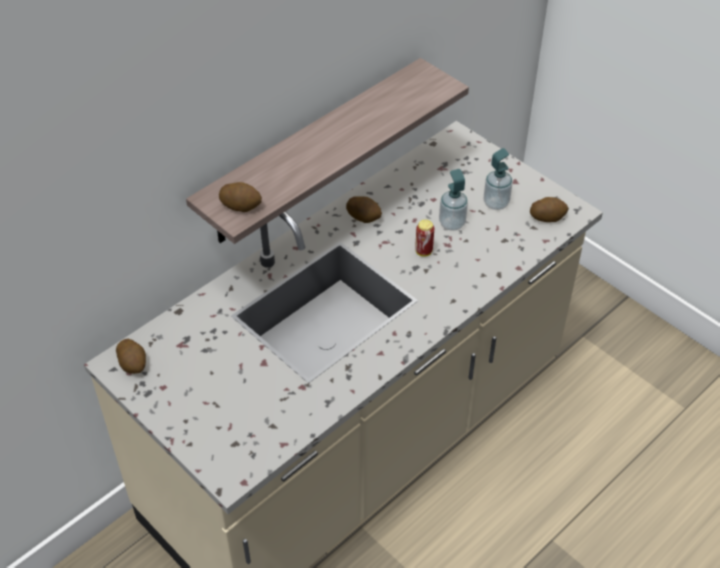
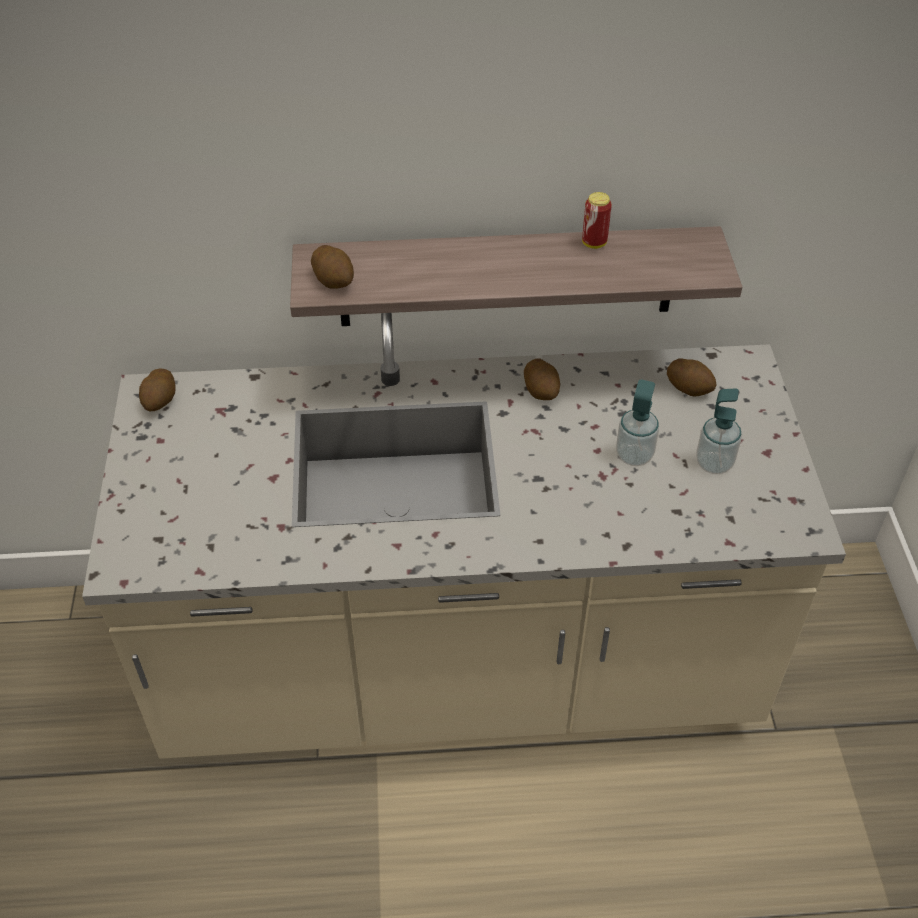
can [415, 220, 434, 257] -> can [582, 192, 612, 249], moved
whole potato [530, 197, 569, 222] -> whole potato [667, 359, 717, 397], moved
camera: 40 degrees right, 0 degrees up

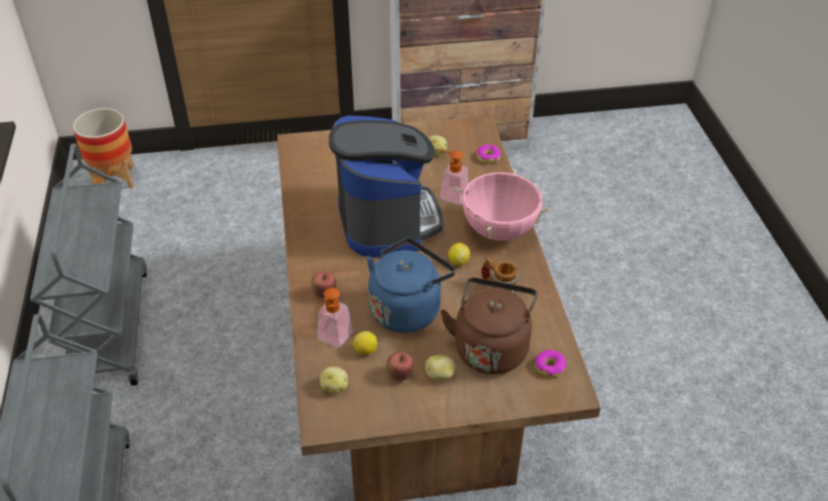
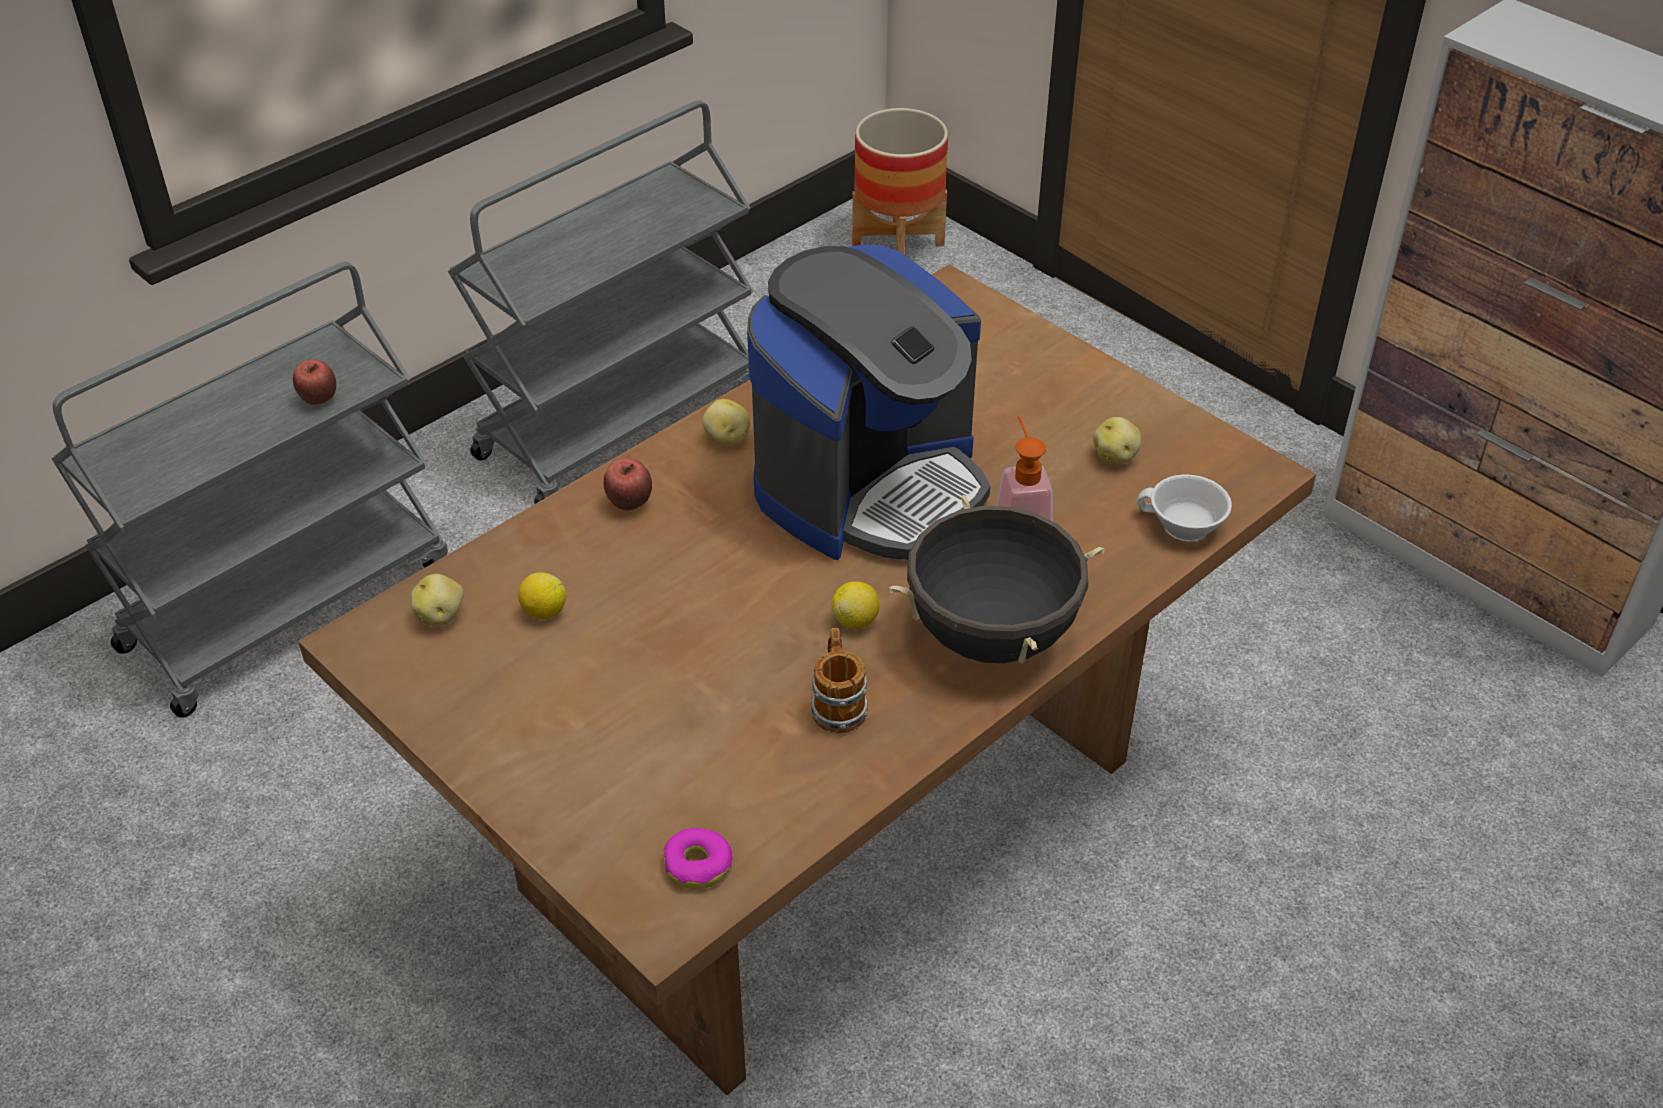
soap bottle [317, 288, 353, 348] -> none
water kettle in blue [366, 238, 455, 333] -> none
water kettle in brownish [440, 278, 537, 374] -> none
apple [386, 352, 414, 380] -> apple [293, 359, 336, 405], moved
whole potato [425, 355, 455, 380] -> whole potato [702, 399, 750, 445], moved
donut [476, 144, 501, 163] -> drinking cup in white-coloured [1137, 474, 1232, 542]
cooking pot in pink [454, 169, 552, 241] -> cooking pot in blackish [889, 495, 1104, 664]
camera: 55 degrees right, 0 degrees up

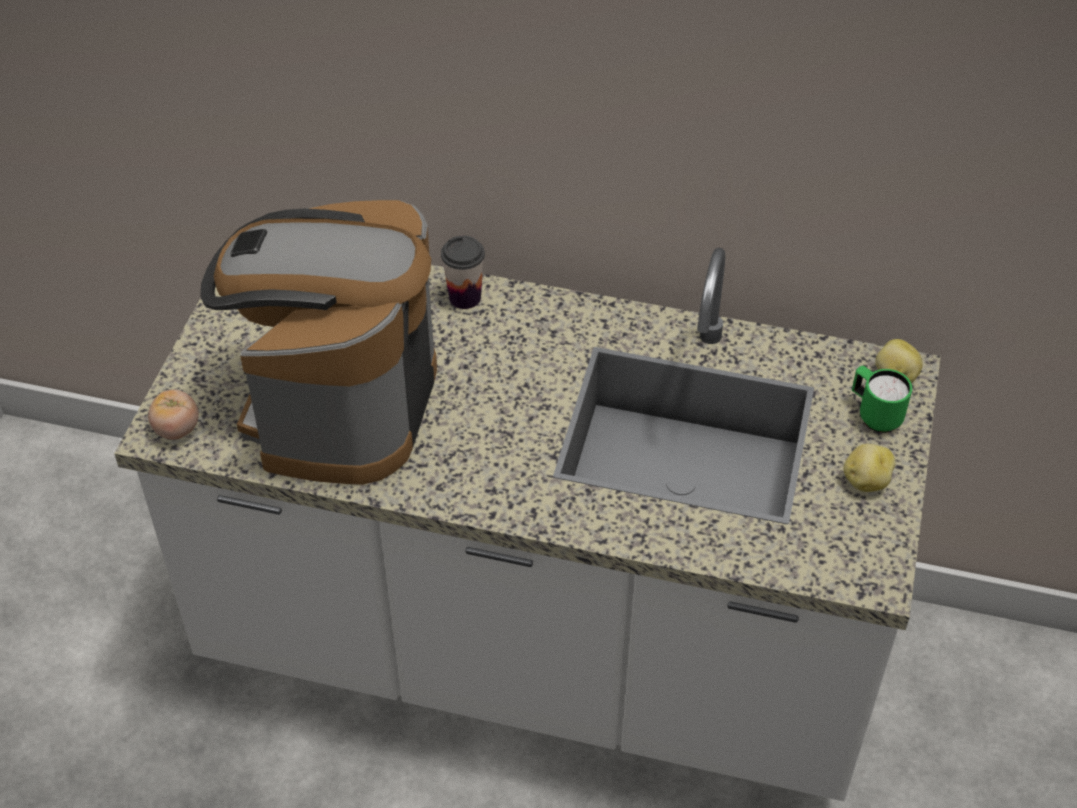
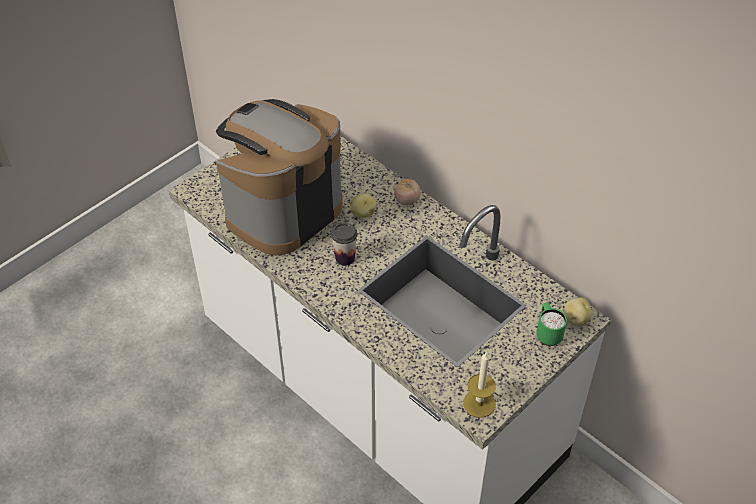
none -> wax candle [463, 353, 496, 418]
whole tomato [148, 389, 199, 440] -> whole tomato [394, 179, 421, 205], moved
drinking cup [441, 236, 485, 309] -> drinking cup [331, 223, 357, 266], moved
whole potato [843, 444, 896, 492] -> whole potato [350, 193, 377, 218], moved
camera: 30 degrees right, 0 degrees up

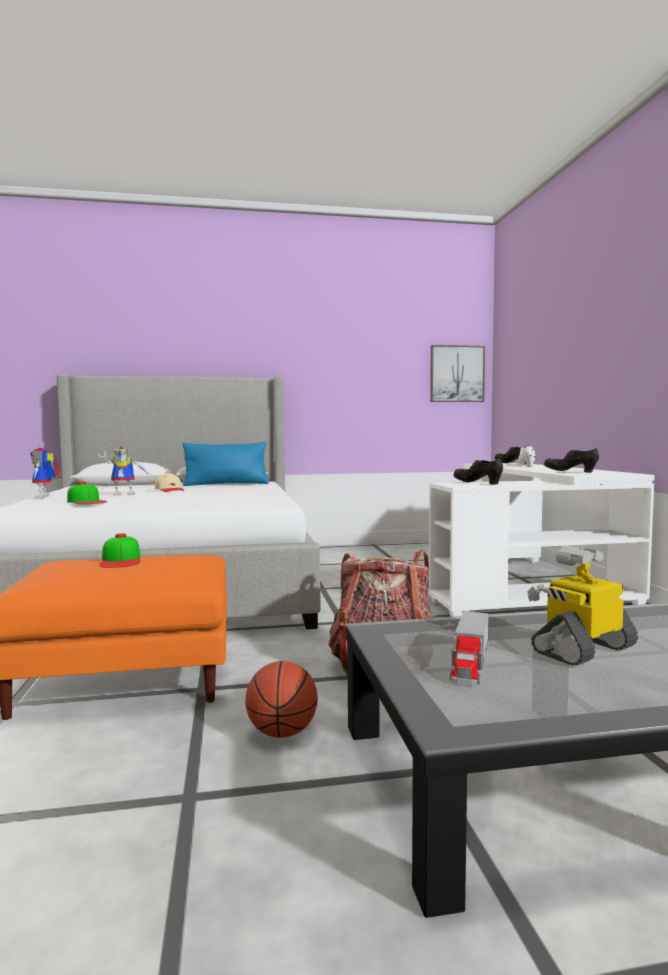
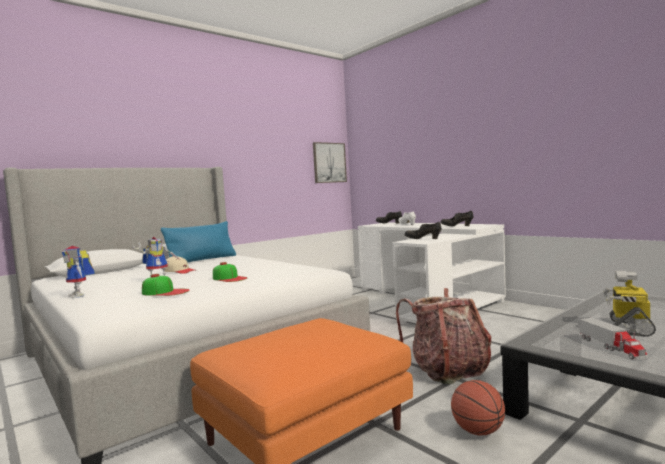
cap [99, 533, 141, 568] -> cap [213, 262, 247, 282], moved
camera: 30 degrees left, 0 degrees up

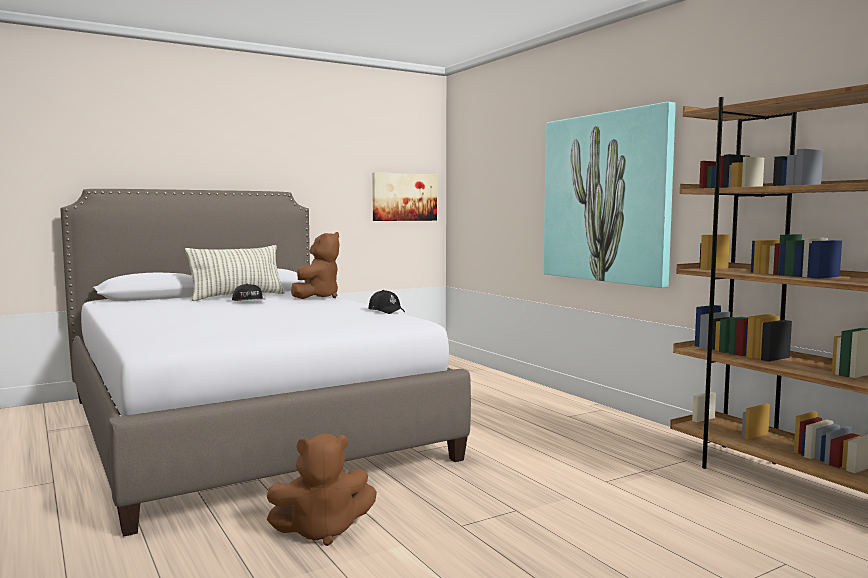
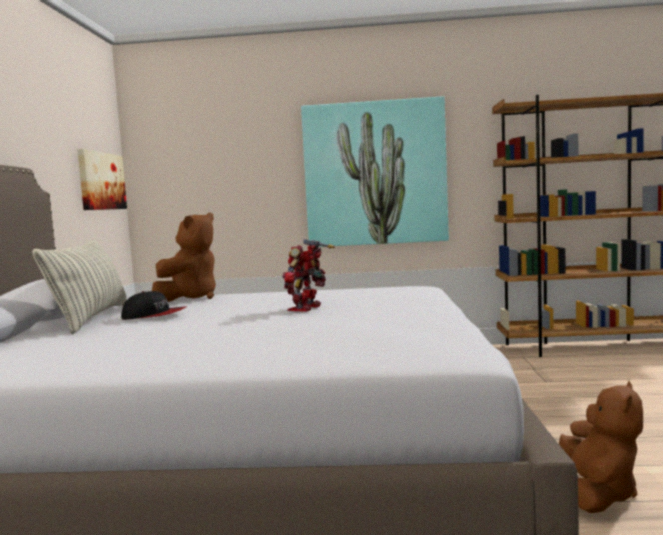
cap in blackish [369, 290, 405, 314] -> none
none -> toy robot [282, 239, 334, 312]
plush toy in brownish [291, 232, 339, 299] -> plush toy in brownish [152, 212, 216, 302], 60 degrees clockwise
camera: 55 degrees left, 0 degrees up

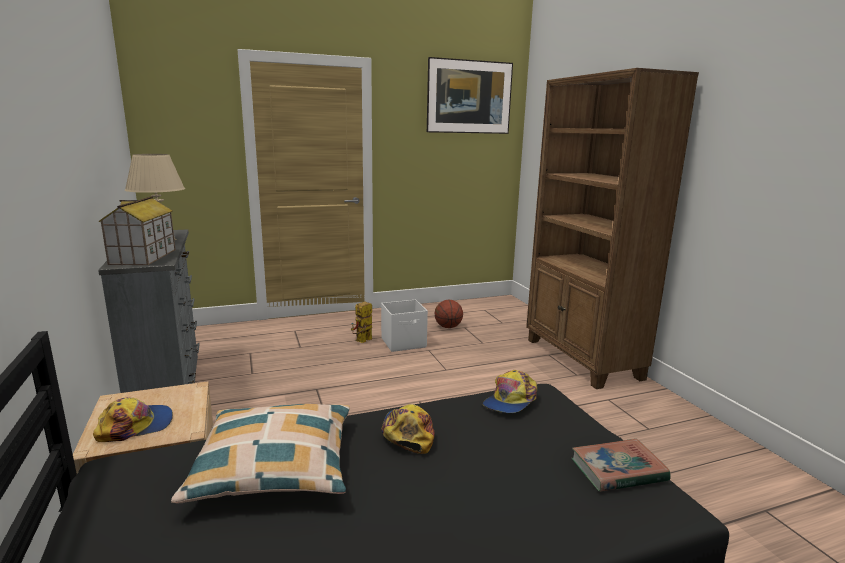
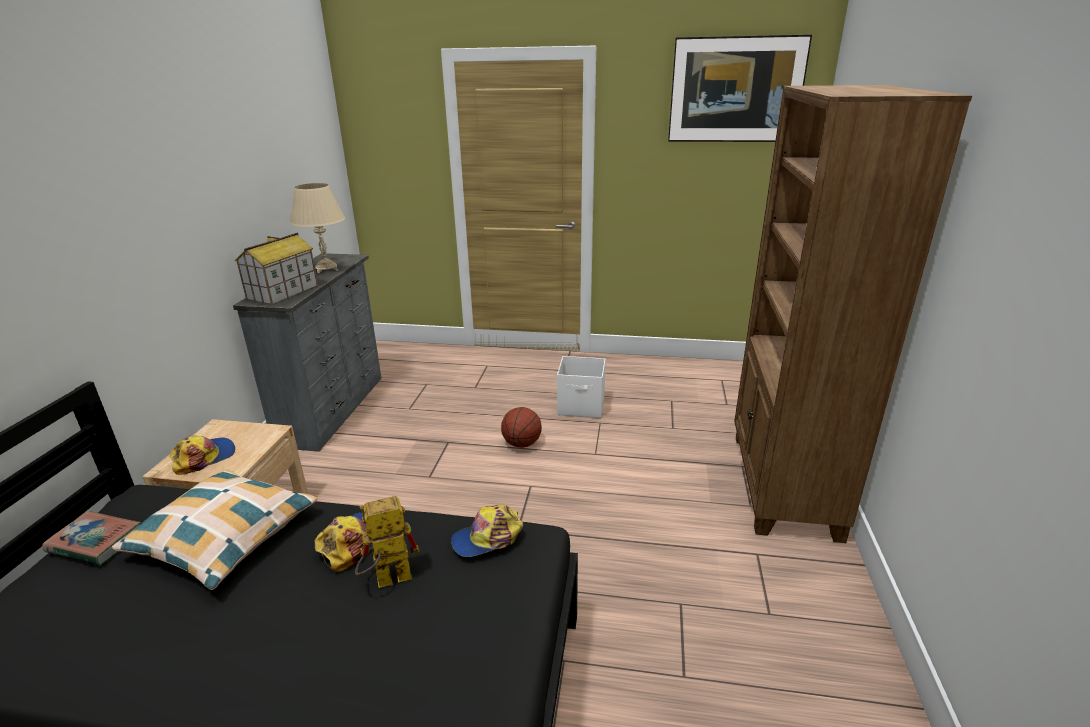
toy robot [351, 302, 372, 343] -> toy robot [355, 496, 420, 588], moved
basketball ball [435, 300, 463, 328] -> basketball ball [501, 407, 542, 448], moved
volume [571, 439, 671, 492] -> volume [42, 511, 141, 565], moved
cap [93, 397, 173, 442] -> cap [170, 435, 235, 475], 45 degrees counterclockwise
camera: 30 degrees right, 10 degrees up

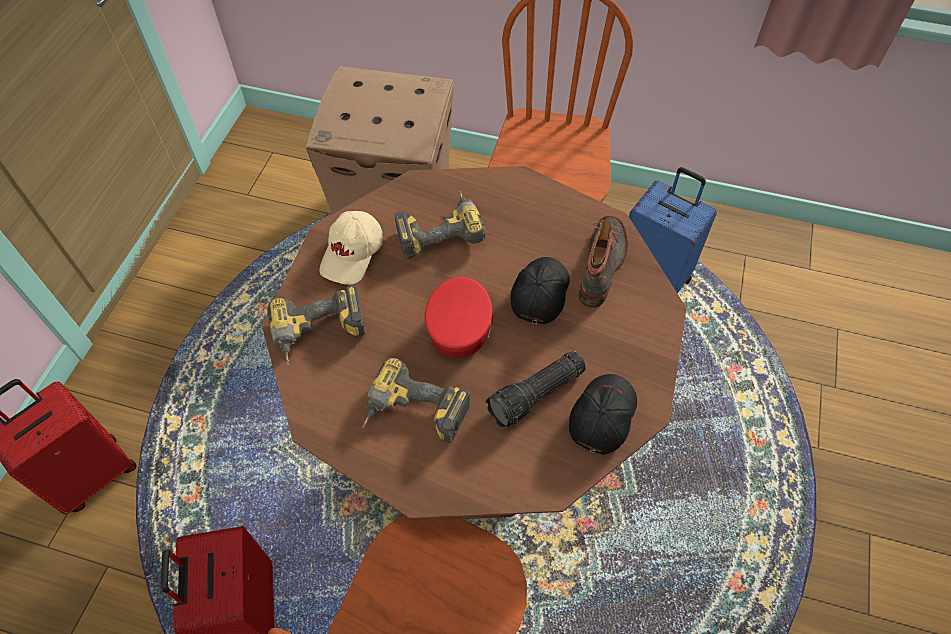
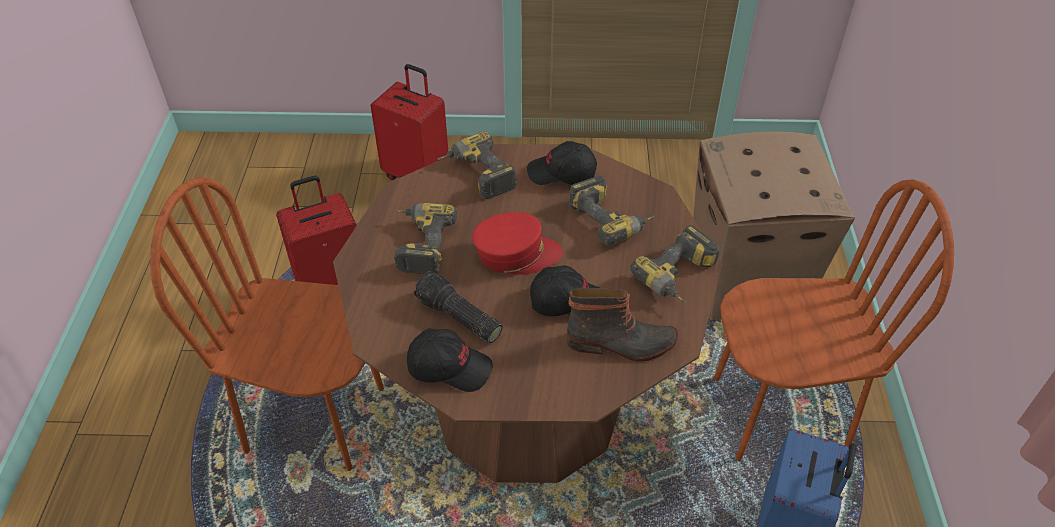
none -> power drill [630, 225, 720, 303]
cap in beige-coloured [319, 211, 383, 285] -> cap in blackish [527, 141, 597, 185]
camera: 75 degrees right, 10 degrees down

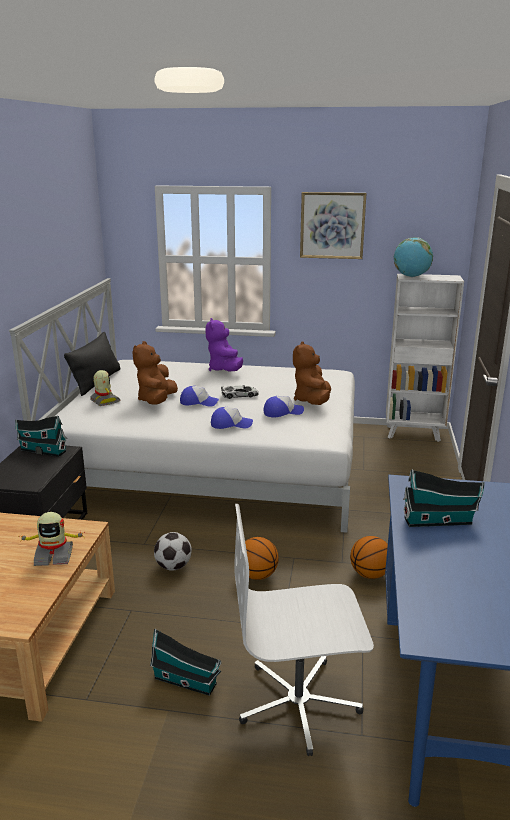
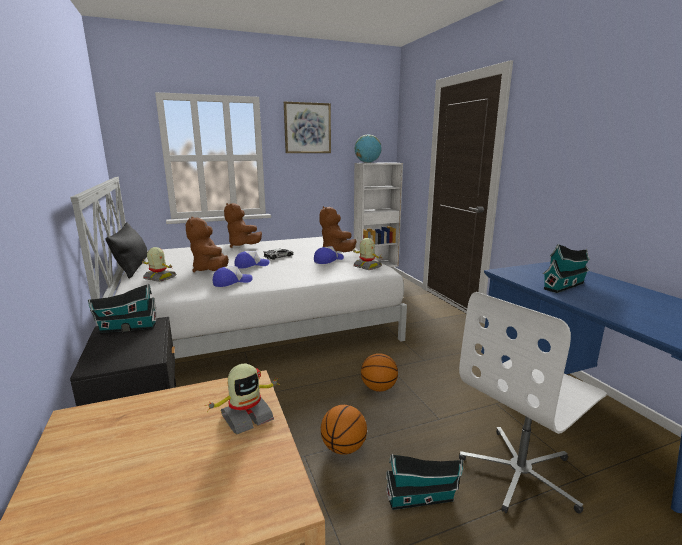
football ball [154, 532, 192, 571] -> none
none -> toy robot [353, 238, 383, 270]
cap [211, 407, 253, 429] -> cap [213, 266, 252, 287], moved
basketball ball [350, 536, 388, 579] -> basketball ball [321, 405, 367, 455], moved
plush toy in purple [205, 318, 243, 372] -> plush toy in brownish [224, 203, 262, 248]
camera: 30 degrees left, 5 degrees down

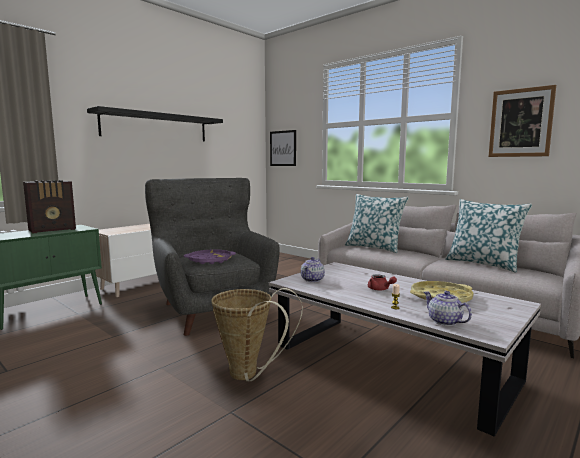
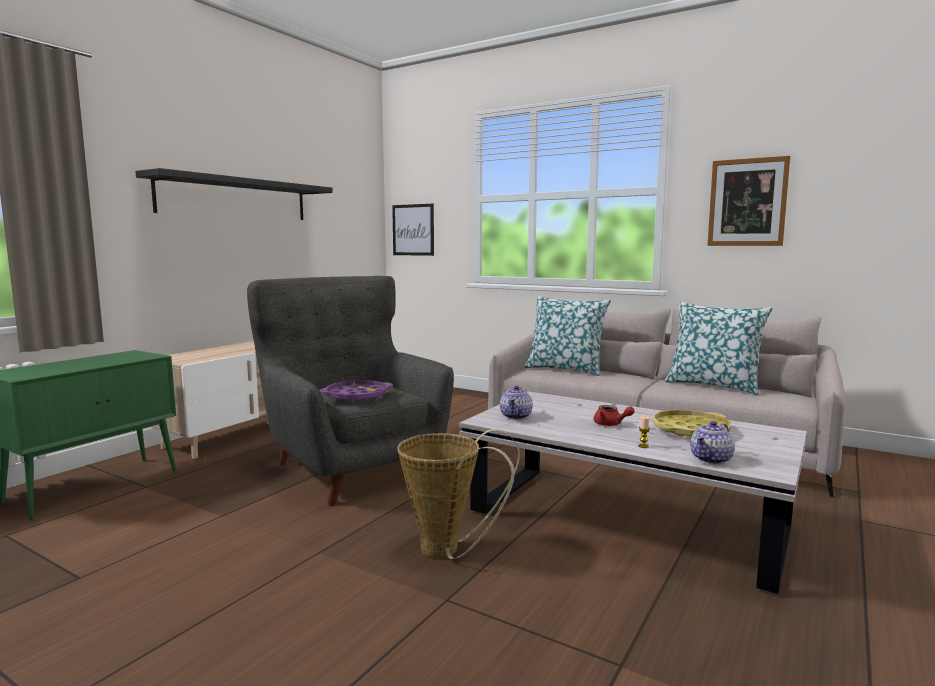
radio receiver [23, 180, 76, 234] -> none
pot for tea [424, 291, 472, 326] -> pot for tea [691, 421, 735, 464], 90 degrees counterclockwise
camera: 10 degrees left, 0 degrees up

